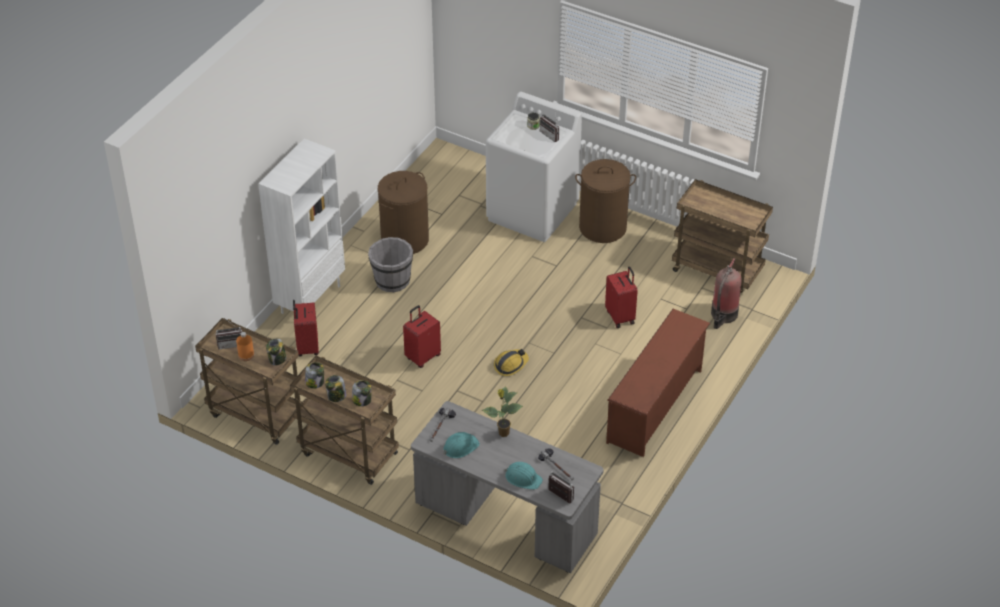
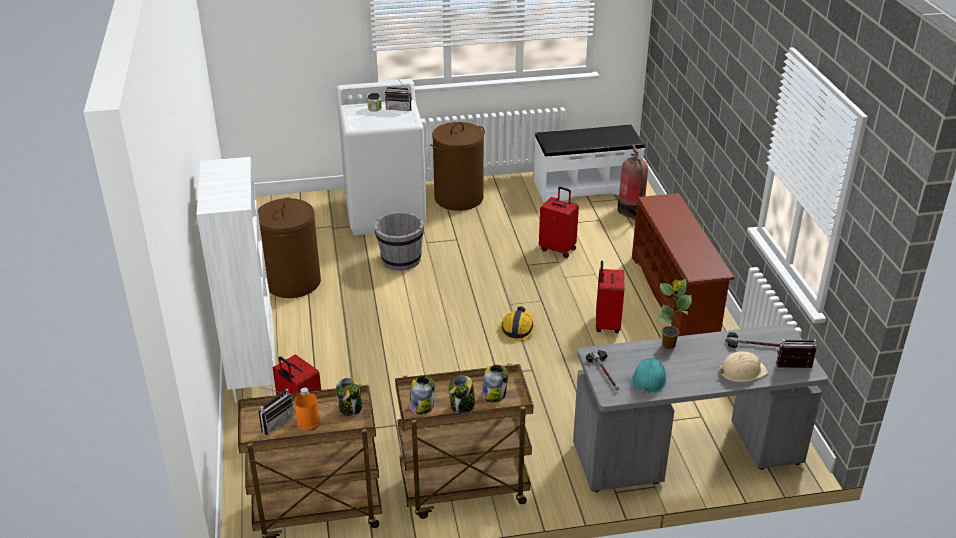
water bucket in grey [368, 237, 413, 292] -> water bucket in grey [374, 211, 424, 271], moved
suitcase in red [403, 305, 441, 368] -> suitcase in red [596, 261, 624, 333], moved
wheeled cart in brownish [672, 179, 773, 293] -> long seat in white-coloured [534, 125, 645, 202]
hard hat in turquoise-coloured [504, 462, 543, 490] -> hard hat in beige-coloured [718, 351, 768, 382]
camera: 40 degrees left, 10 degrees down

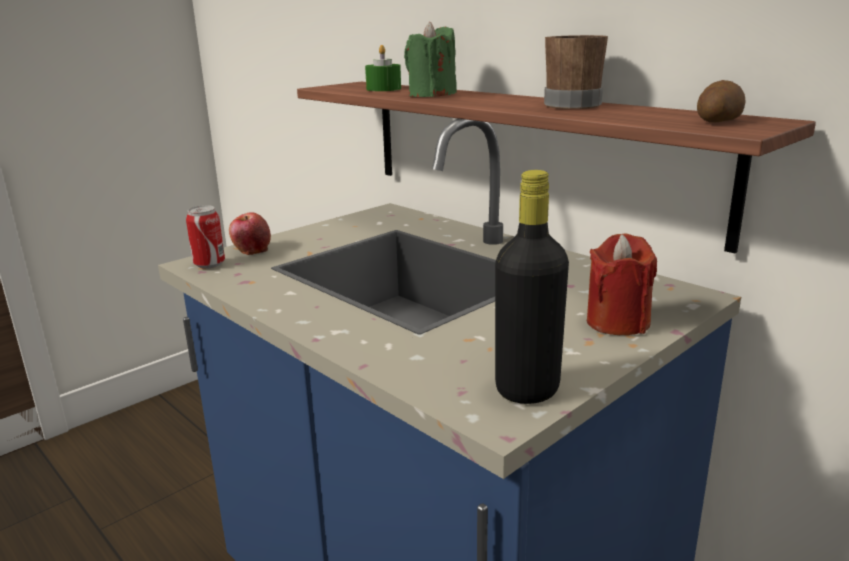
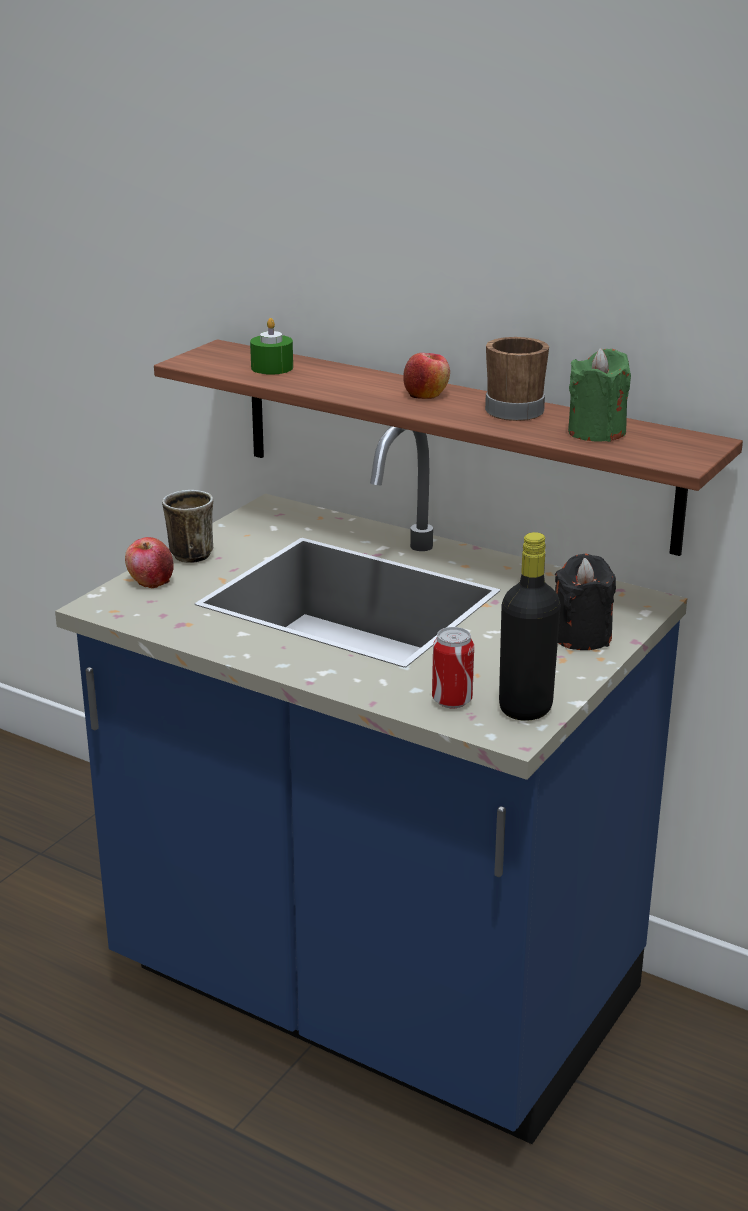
whole potato [697, 80, 746, 123] -> none
none -> coffee mug [162, 490, 213, 563]
none -> apple [403, 353, 450, 399]
can [186, 205, 225, 269] -> can [432, 627, 474, 708], moved
wax candle in green-coloured [404, 22, 457, 97] -> wax candle in green-coloured [568, 348, 631, 442], moved
wax candle in red [587, 233, 657, 335] -> wax candle in blackish [555, 554, 616, 650]
camera: 15 degrees left, 5 degrees up

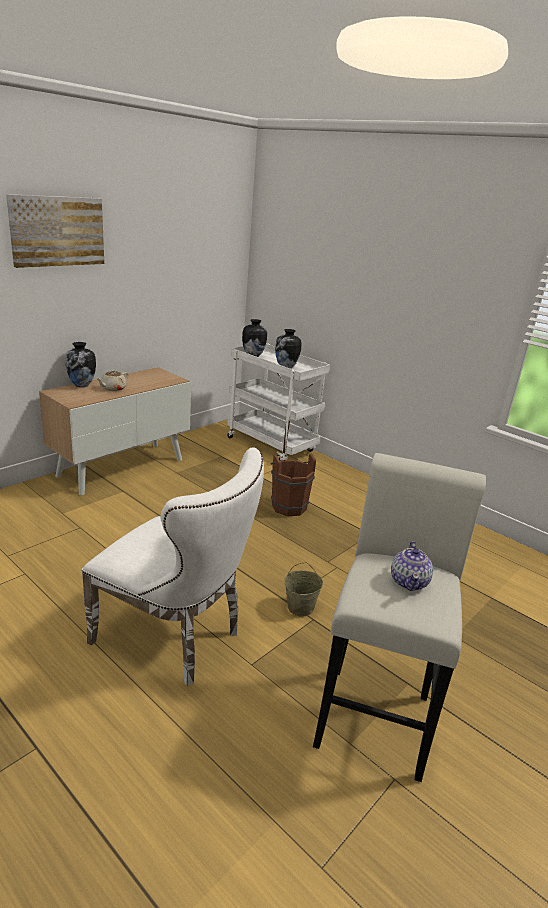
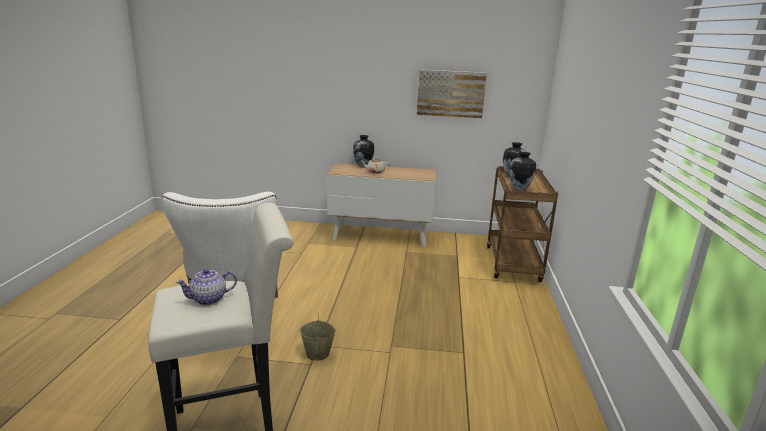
water bucket in brownish [271, 454, 316, 516] -> none
picture [6, 194, 104, 268] -> picture [417, 69, 487, 118], moved
wheeled cart in white-coloured [227, 344, 330, 461] -> wheeled cart in brownish [487, 166, 558, 282]
camera: 55 degrees right, 5 degrees down

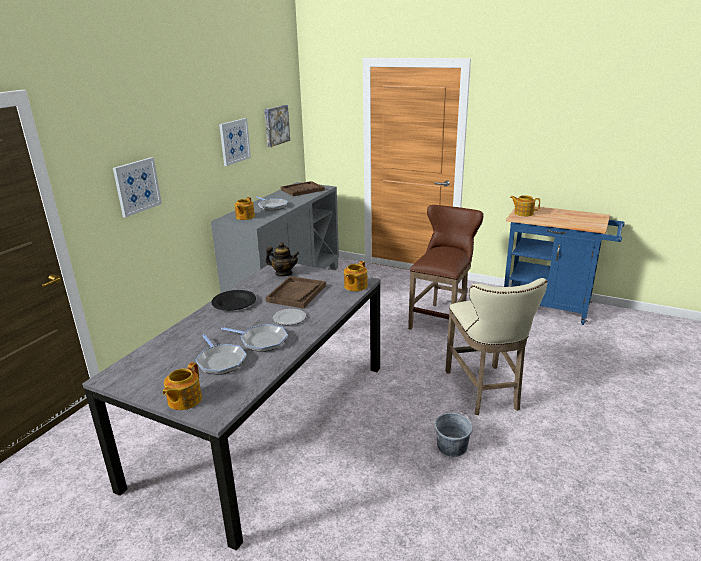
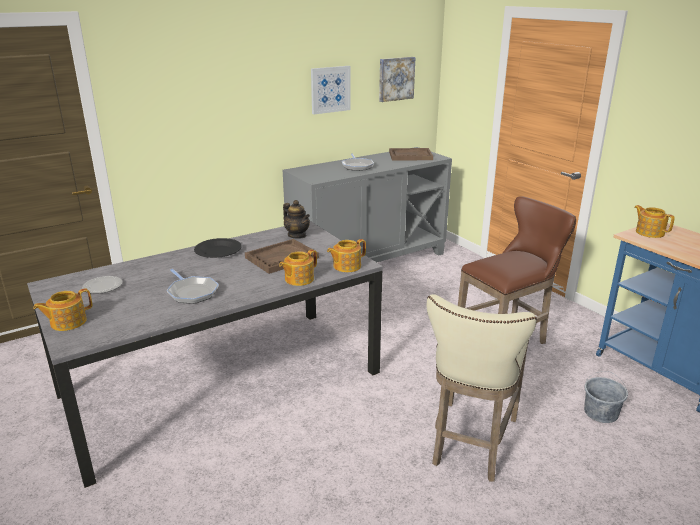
picture [113, 157, 162, 218] -> none
pan [195, 334, 247, 375] -> none
pot for tea [234, 197, 255, 220] -> pot for tea [279, 249, 317, 286], moved
flat dish [273, 309, 306, 325] -> flat dish [82, 276, 122, 294], moved
water bucket in grey [435, 410, 473, 457] -> water bucket in grey [584, 371, 628, 423], moved
camera: 30 degrees right, 0 degrees up

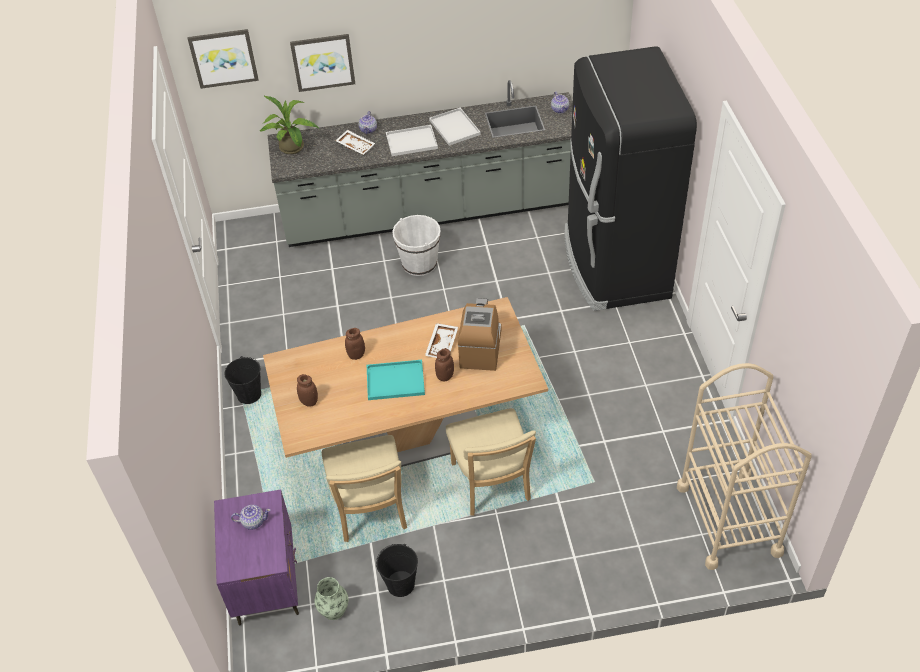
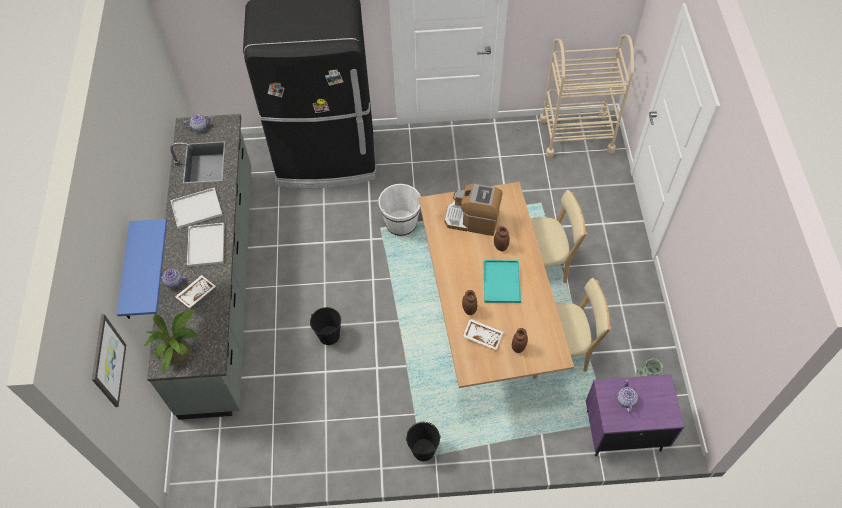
water bucket in blackish [376, 544, 418, 597] -> water bucket in blackish [310, 307, 341, 345], moved
water bucket in white-coloured [392, 215, 441, 276] -> water bucket in white-coloured [379, 184, 421, 236], moved
serving tray in white-coloured [425, 323, 458, 358] -> serving tray in white-coloured [463, 319, 503, 350], moved
picture [290, 34, 355, 92] -> wall shelf in blue [117, 219, 167, 319]
camera: 85 degrees left, 10 degrees up

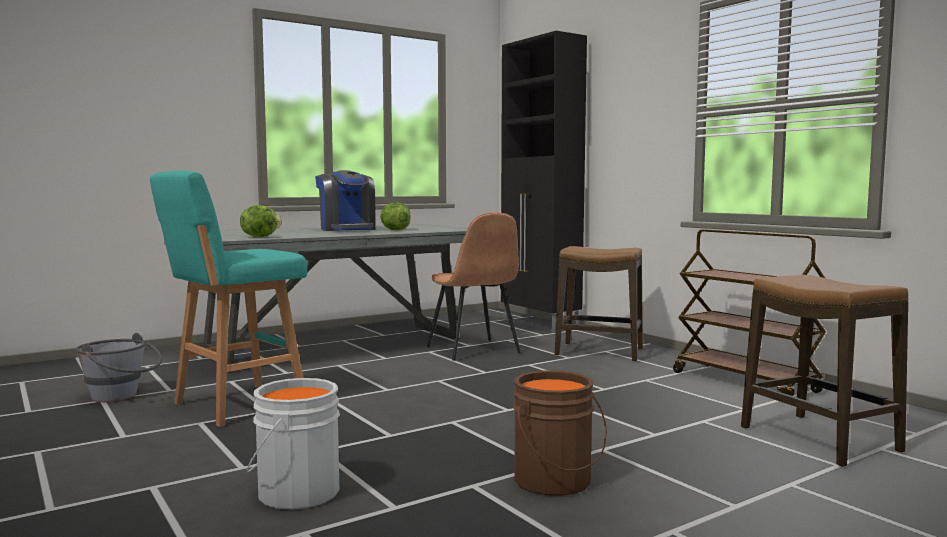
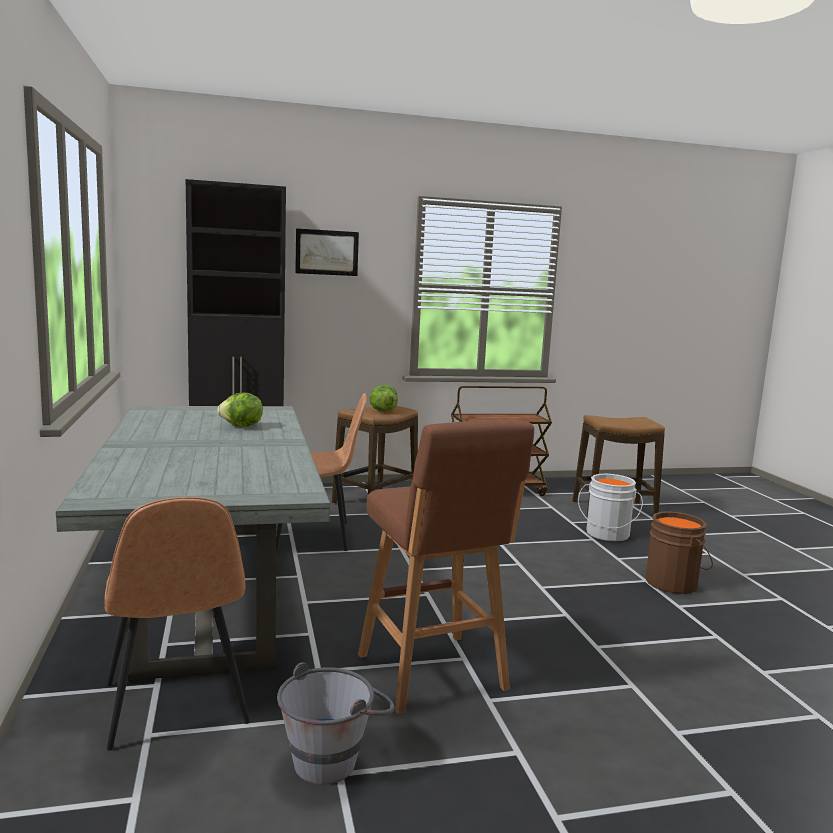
coffee machine [315, 170, 375, 231] -> none
none -> upright chair in brownish [104, 497, 250, 751]
none -> picture [295, 228, 359, 276]
lettuce head [240, 205, 282, 237] -> lettuce head [369, 385, 398, 412], moved
water bucket in grey [246, 378, 340, 510] -> water bucket in grey [578, 474, 643, 541], moved
sitting stool in turquoise-coloured [150, 171, 307, 427] -> sitting stool in brownish [358, 420, 534, 714]
camera: 70 degrees left, 5 degrees up

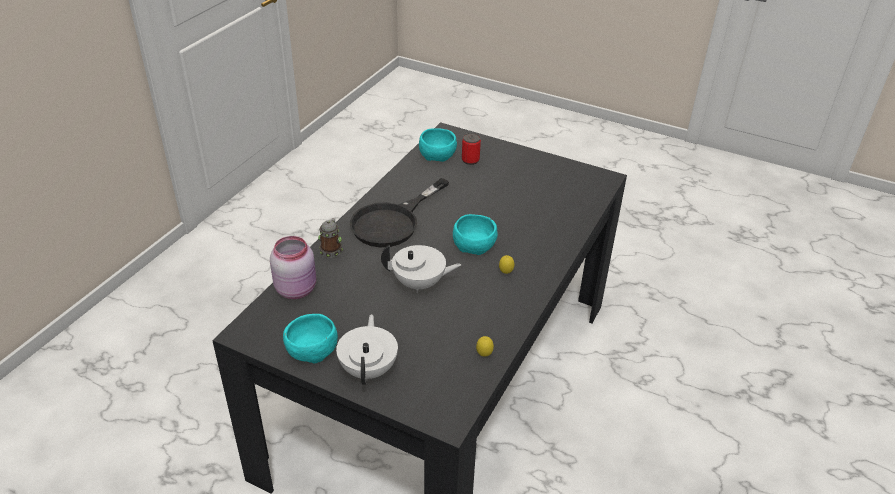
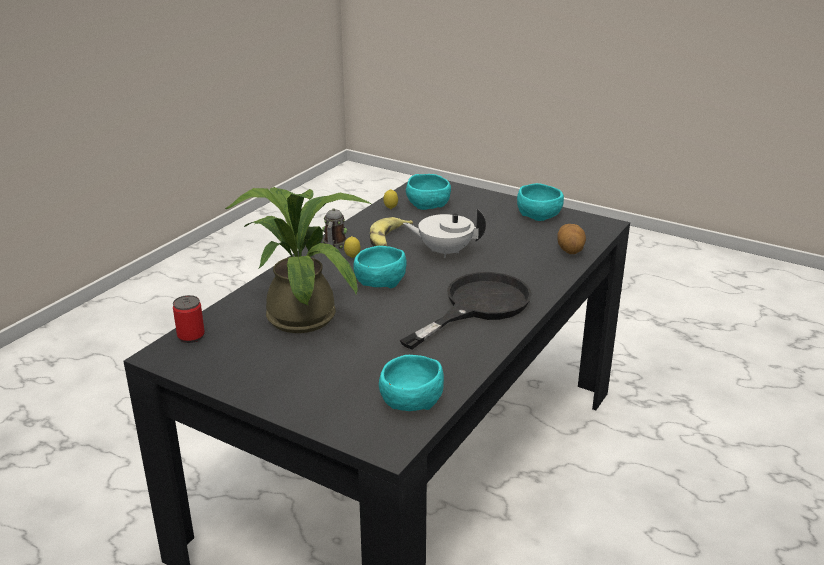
pot for tea in white-coloured [336, 314, 398, 385] -> none
none -> plant in a pot [225, 187, 371, 333]
none -> banana [370, 217, 413, 247]
none -> serving bowl in turquoise-coloured [406, 174, 451, 210]
coffee mug [318, 218, 343, 258] -> coffee mug [322, 208, 347, 250], moved
can [462, 133, 481, 165] -> can [173, 295, 205, 343], moved
preserve jar in pink [270, 236, 316, 299] -> whole potato [558, 224, 586, 254]
camera: 175 degrees left, 10 degrees down

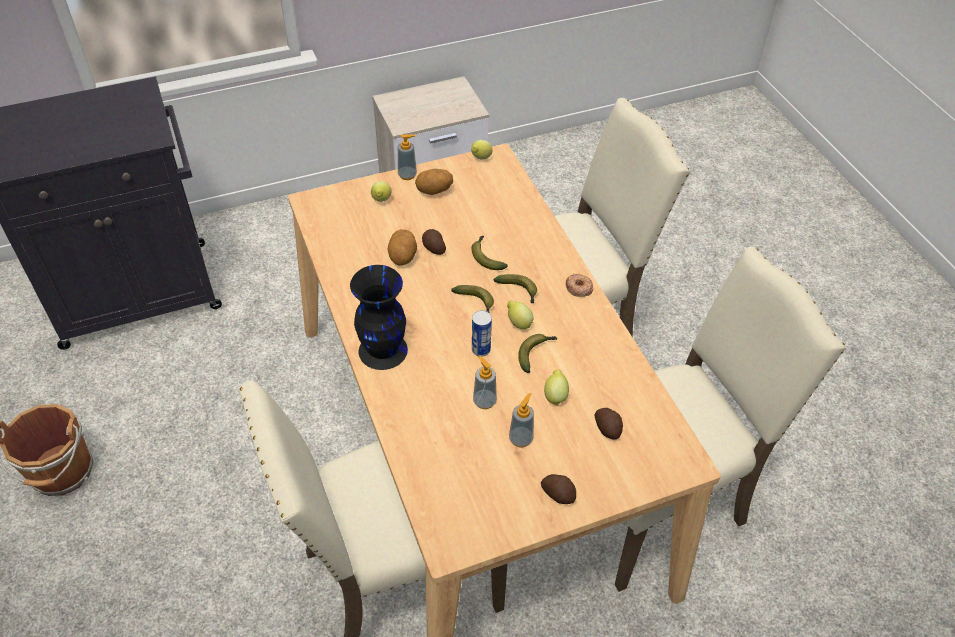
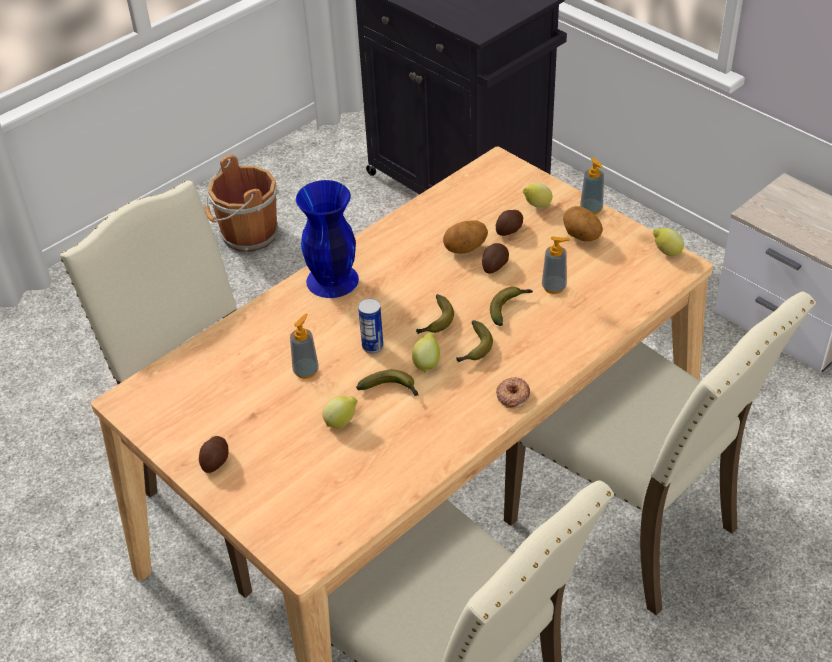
soap bottle [509, 393, 534, 447] -> soap bottle [542, 236, 570, 294], moved
whole potato [595, 408, 623, 440] -> whole potato [496, 210, 523, 236], moved
vase in blackish [350, 265, 408, 370] -> vase in blue [296, 180, 359, 298]
camera: 70 degrees right, 5 degrees down

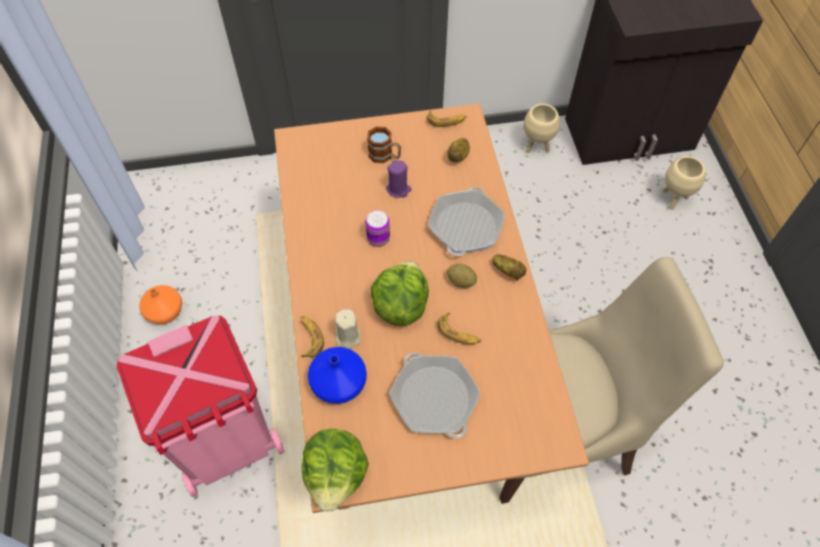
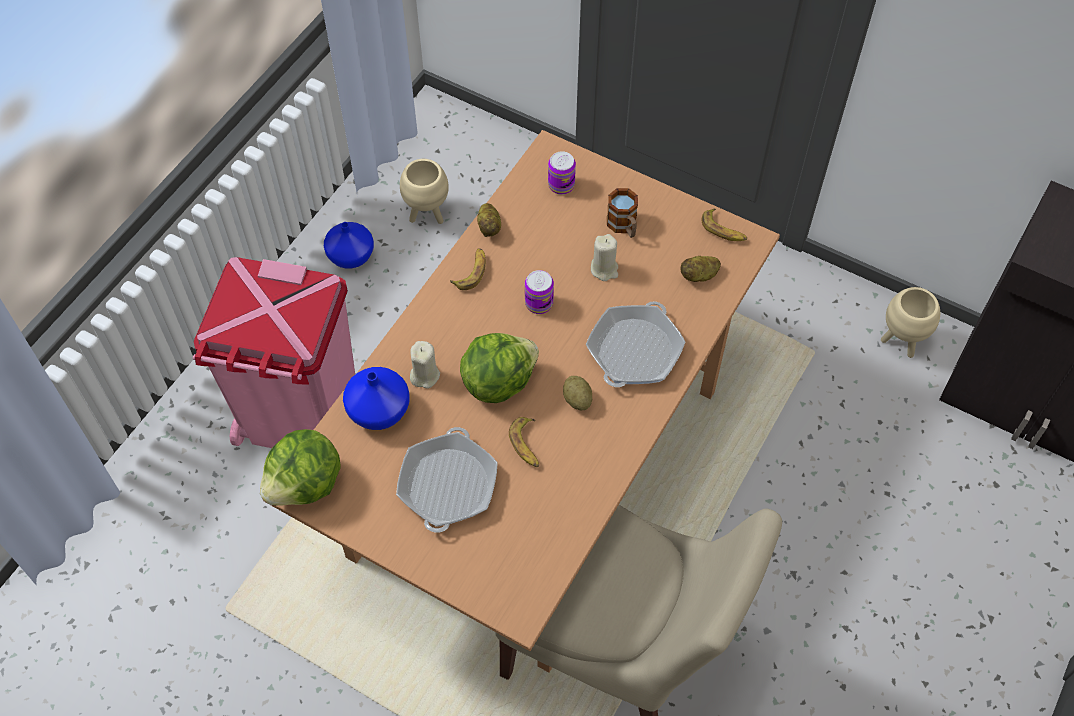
none -> can [548, 151, 576, 195]
banana [300, 316, 324, 358] -> banana [450, 248, 486, 290], moved
whole potato [492, 255, 526, 280] -> whole potato [477, 203, 501, 237], moved
plant pot in beige-coloured [663, 156, 706, 210] -> plant pot in beige-coloured [400, 159, 449, 224], moved
vase in orange-coloured [139, 285, 182, 324] -> vase in blue [324, 222, 374, 269]
wax candle in purple [386, 160, 411, 198] -> wax candle in beige-coloured [591, 234, 618, 281]
pan [428, 187, 505, 256] -> pan [586, 301, 685, 387], 150 degrees clockwise
camera: 40 degrees right, 0 degrees up

